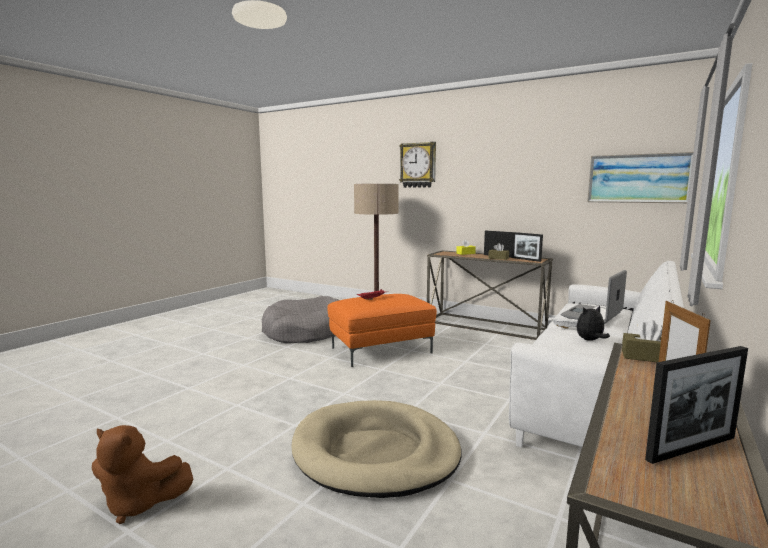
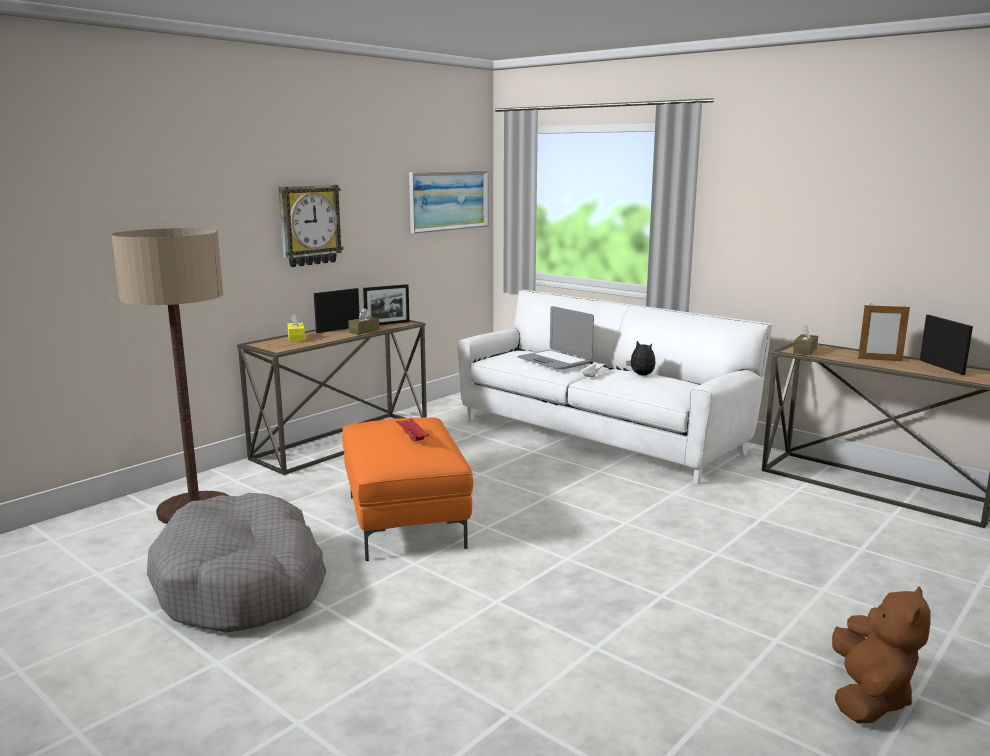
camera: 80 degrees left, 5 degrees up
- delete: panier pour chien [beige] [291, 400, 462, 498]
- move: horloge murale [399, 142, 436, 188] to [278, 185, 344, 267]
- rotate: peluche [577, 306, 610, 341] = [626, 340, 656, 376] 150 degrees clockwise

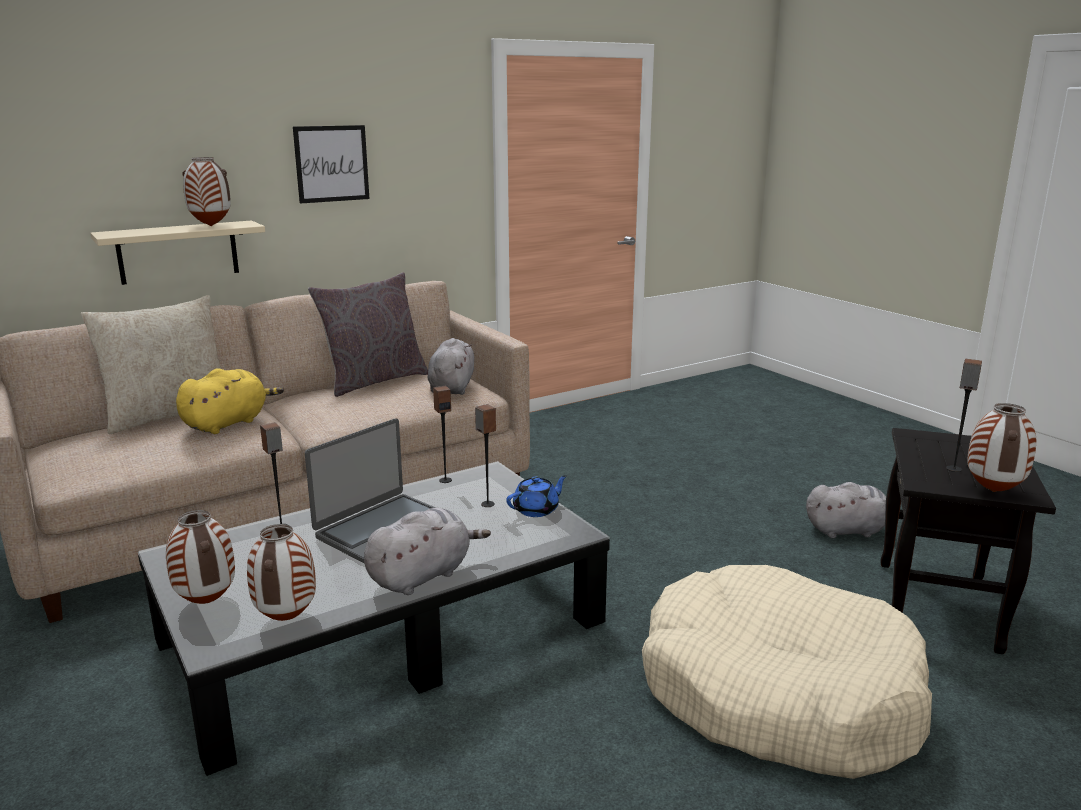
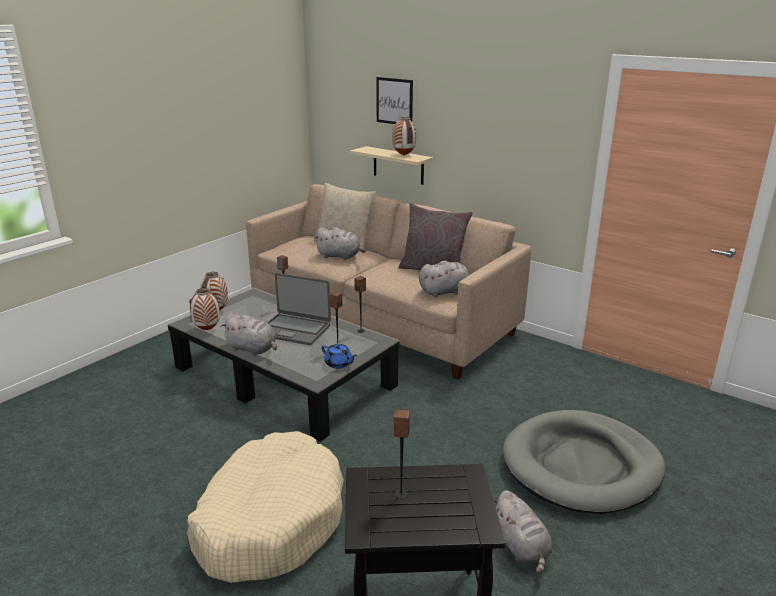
camera: 70 degrees right, 5 degrees up
- delete: vase [967, 403, 1036, 492]
- insert: panier pour chien [gris] [503, 410, 665, 514]
- move: tableau [293, 125, 369, 204] to [376, 77, 413, 124]
- recolor: peluche [jaune] [176, 368, 284, 434] to peluche [gris] [314, 227, 366, 260]

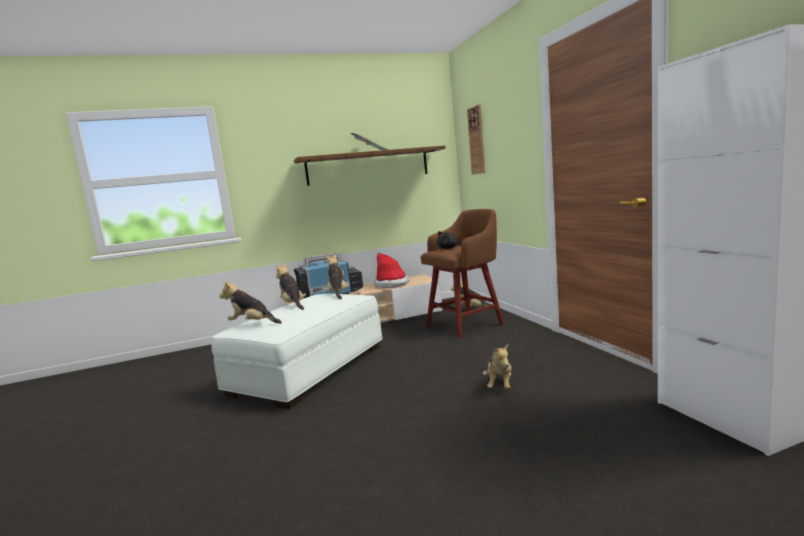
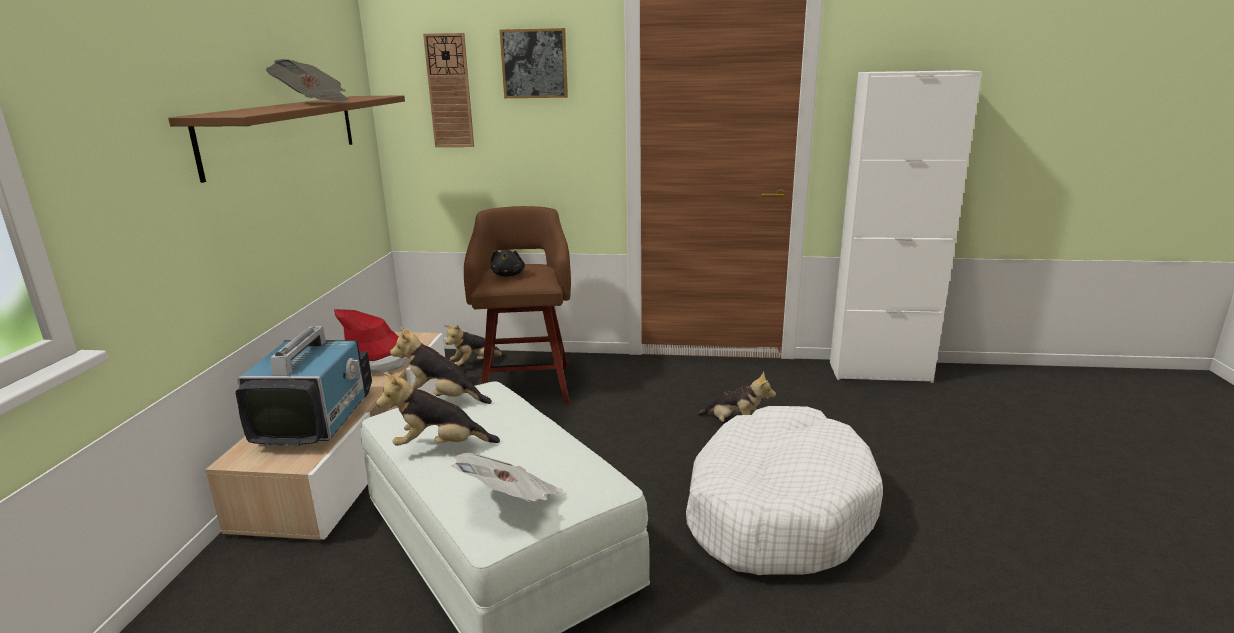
camera: 65 degrees left, 10 degrees up
- insert: tableau [500, 28, 568, 98]
- insert: panier pour chien [blanc] [686, 406, 883, 575]
- replace: peluche [219, 281, 282, 324] to journal [451, 453, 563, 502]

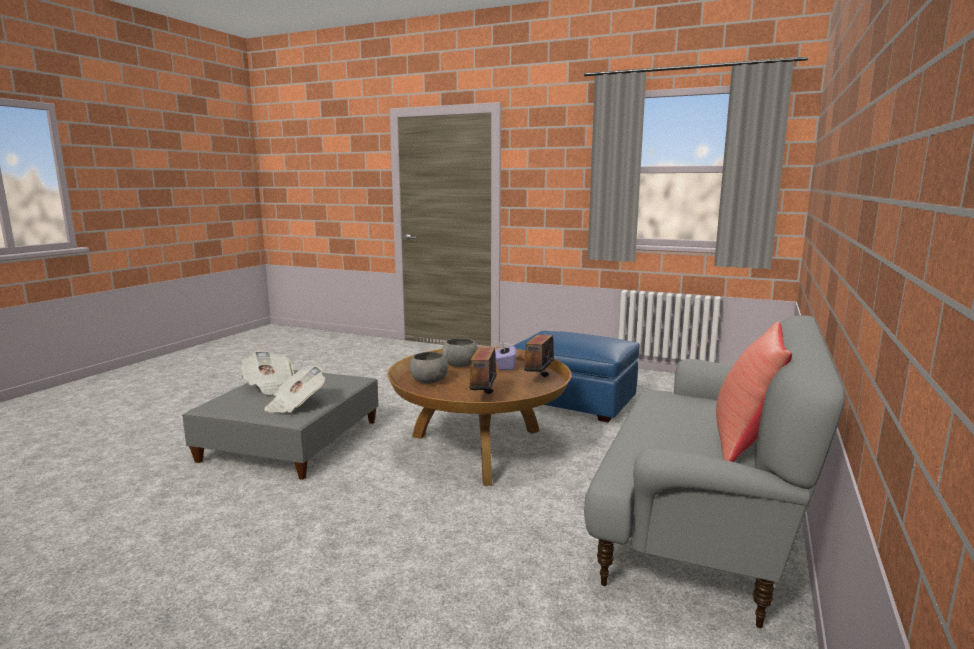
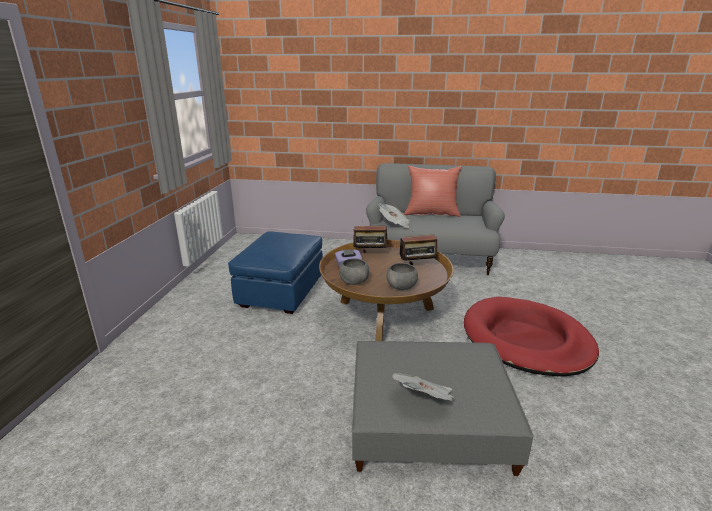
camera: 105 degrees left, 10 degrees up
- insert: panier pour chien [rouge] [464, 297, 599, 376]
- move: journal [264, 366, 325, 413] to [379, 204, 410, 228]

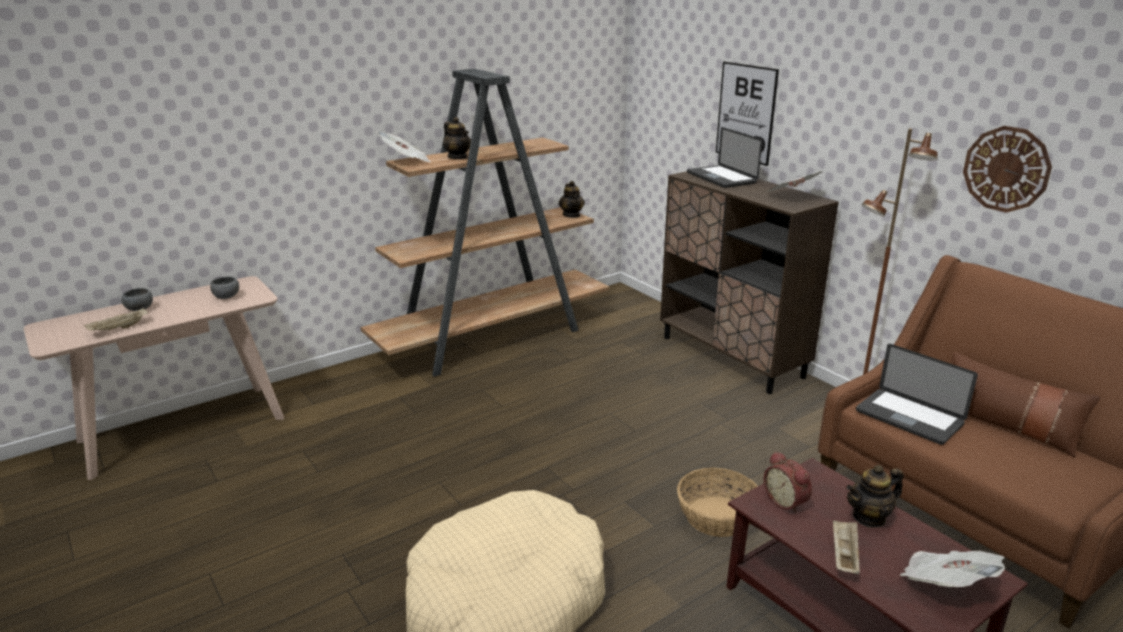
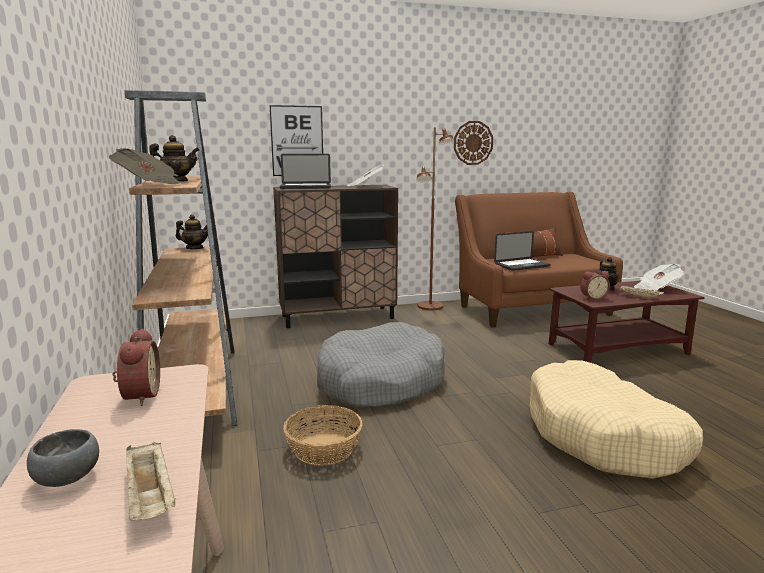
camera: 70 degrees left, 10 degrees down
- insert: panier pour chien [gris] [317, 322, 445, 408]
- move: panier [677, 468, 758, 537] to [283, 405, 363, 465]
- replace: bol [gris] [210, 276, 239, 299] to réveil [113, 329, 160, 406]

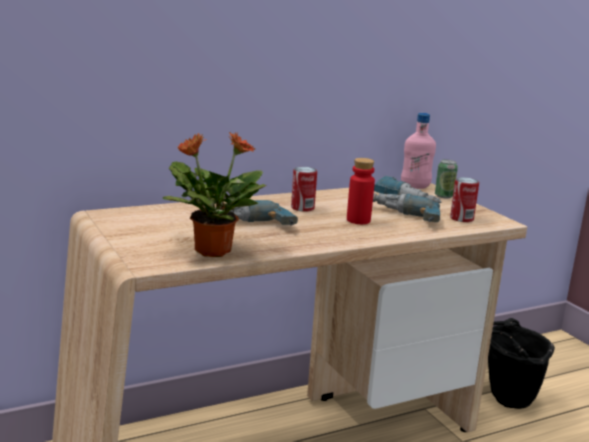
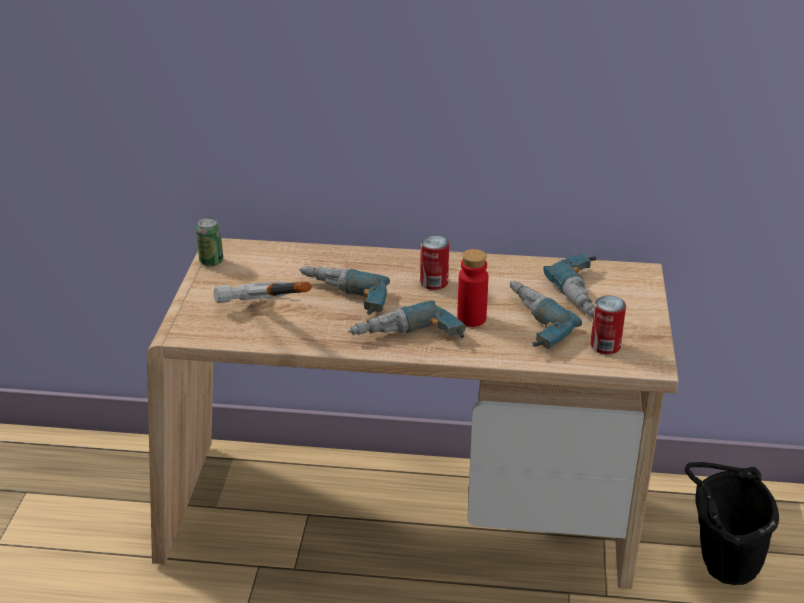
camera: 35 degrees right, 15 degrees up
- delete: bouteille [rose] [401, 113, 436, 189]
- insert: perceuse [348, 301, 466, 338]
- move: boîte métallique [435, 159, 458, 198] to [196, 218, 223, 267]
- replace: plante en pot [162, 132, 266, 257] to marteau [214, 281, 312, 303]

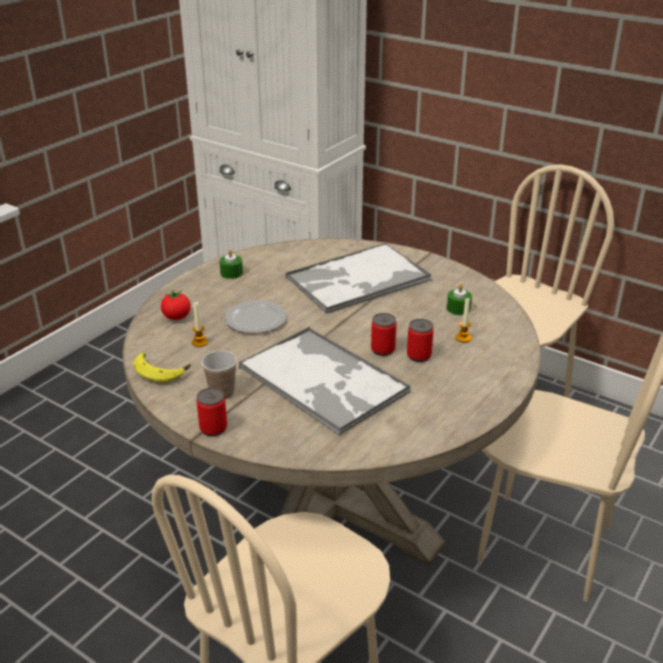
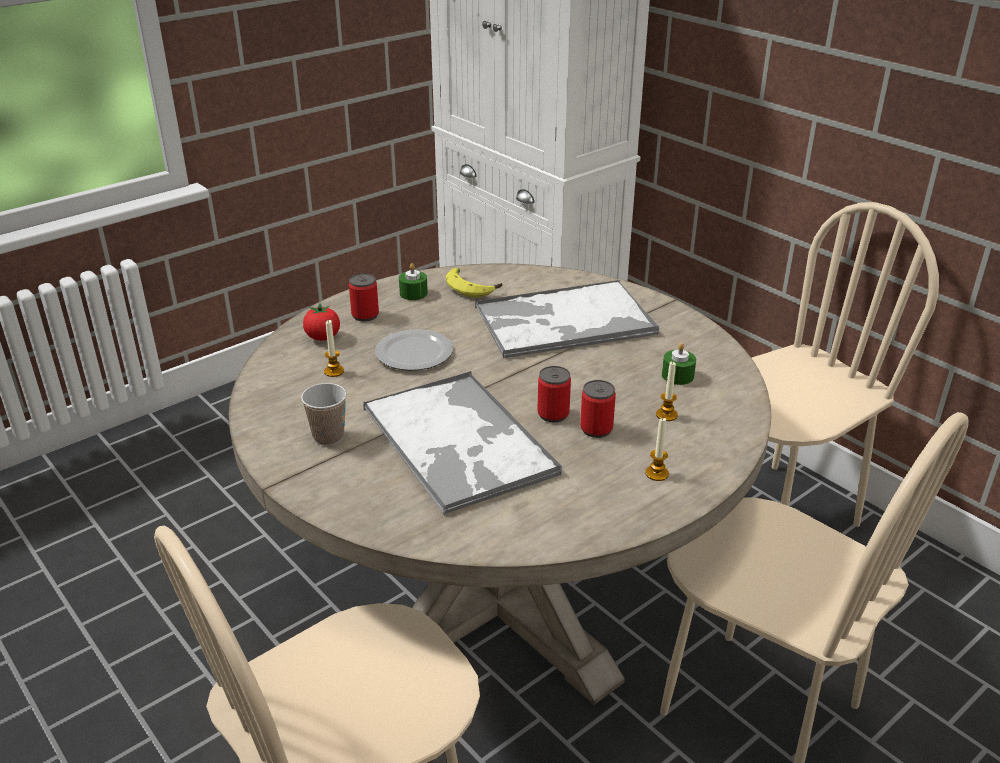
camera: 15 degrees right, 0 degrees up
- insert: bougie [645, 418, 669, 481]
- move: banane [133, 353, 191, 382] to [446, 268, 502, 298]
- move: boîte métallique [196, 388, 227, 436] to [349, 273, 379, 322]

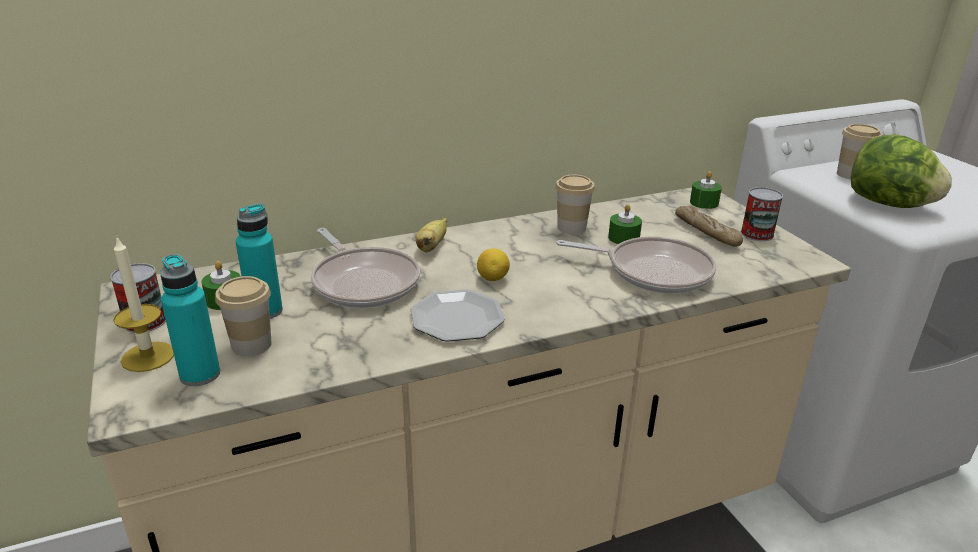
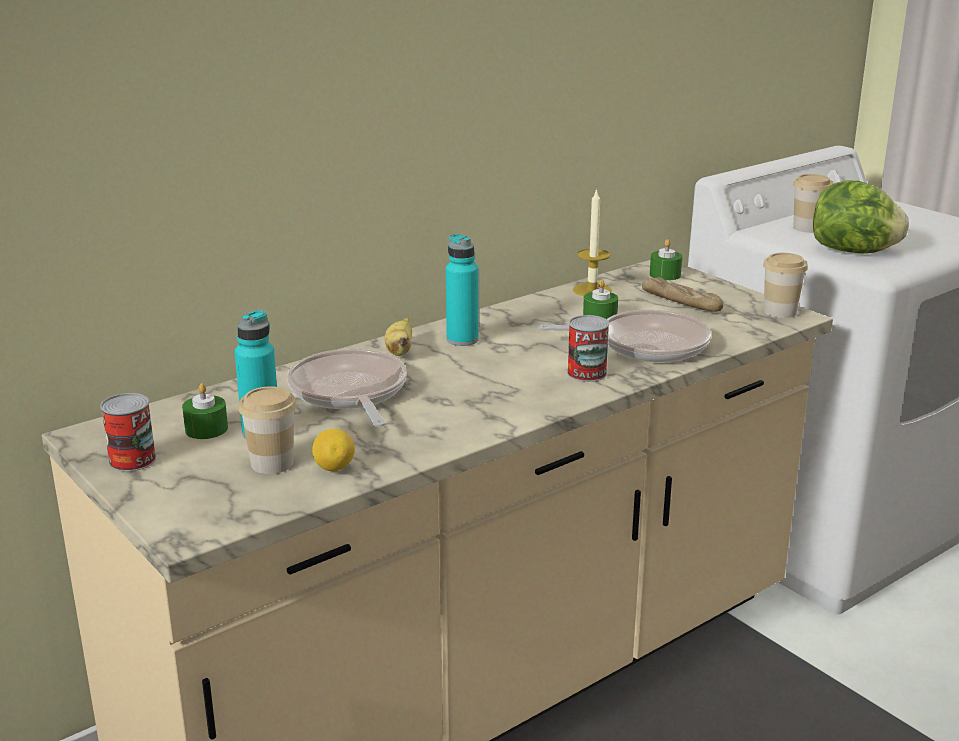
camera: 15 degrees left, 5 degrees down
- delete: assiette [411, 289, 505, 342]
- move: bougie [113, 236, 174, 372] to [573, 188, 612, 296]
- move: bouteille [turquoise] [160, 254, 220, 386] to [446, 234, 479, 346]
- move: citron [477, 249, 510, 281] to [312, 429, 355, 471]
- move: tasse [555, 175, 595, 234] to [763, 253, 808, 318]
- move: boîte métallique [741, 187, 783, 241] to [567, 315, 609, 382]
- rotate: poêle [311, 228, 420, 308] = [287, 349, 407, 427] 150 degrees counterclockwise

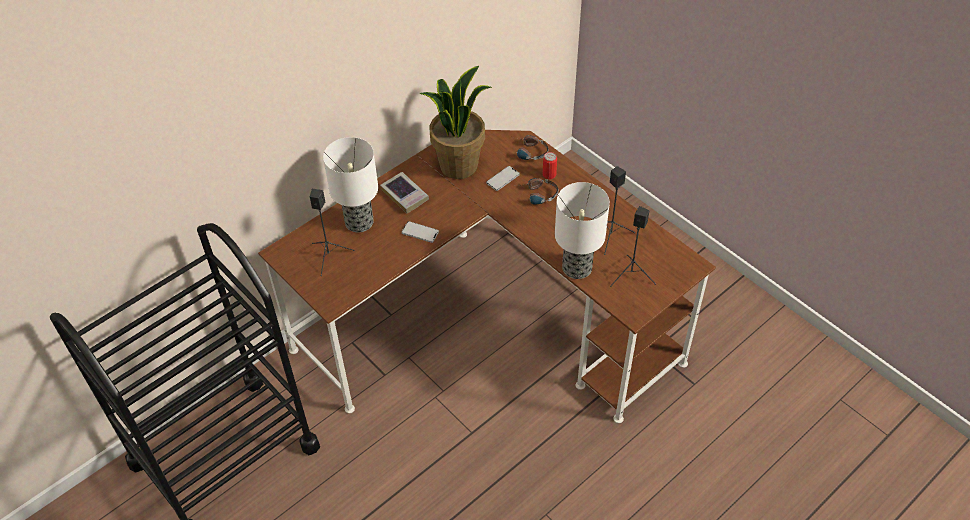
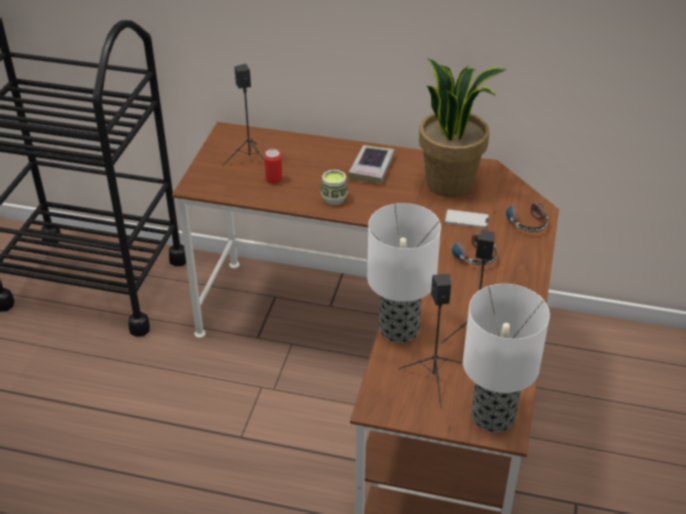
camera: 55 degrees right, 10 degrees down
- move: lampe de table [323, 137, 378, 233] to [463, 284, 550, 432]
- move: boîte métallique [543, 152, 557, 179] to [264, 149, 282, 184]
- replace: téléphone [402, 221, 439, 243] to tasse [321, 170, 348, 205]

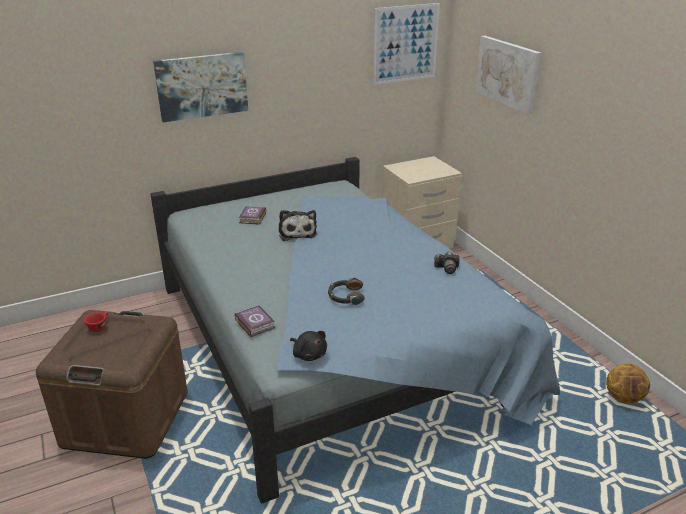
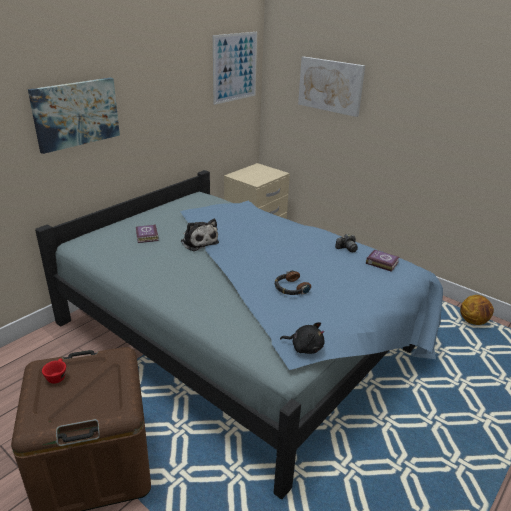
camera: 25 degrees left, 0 degrees up
- move: livre [234, 306, 275, 337] to [366, 250, 399, 272]

